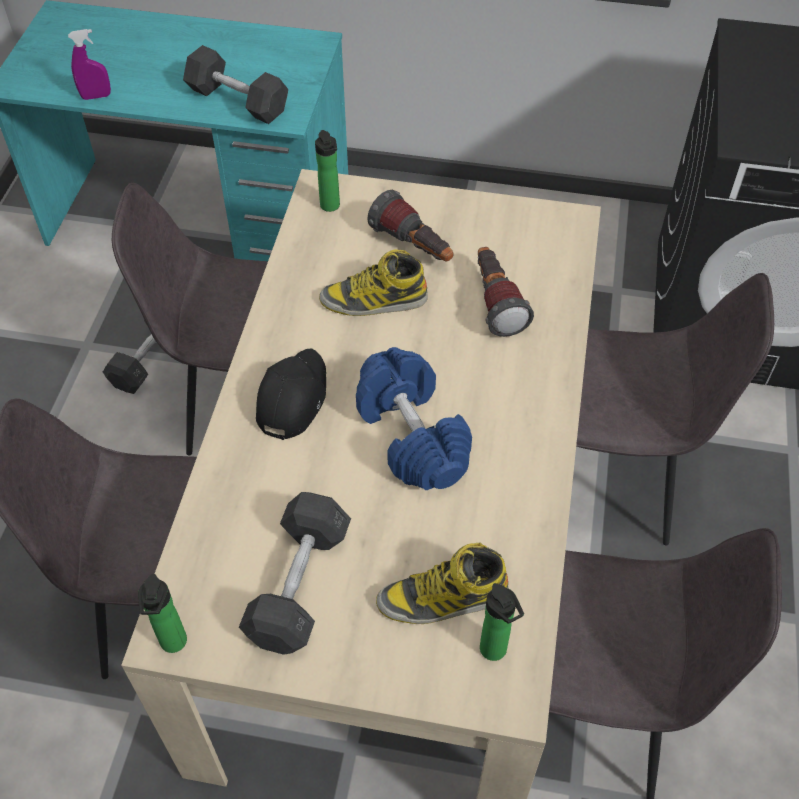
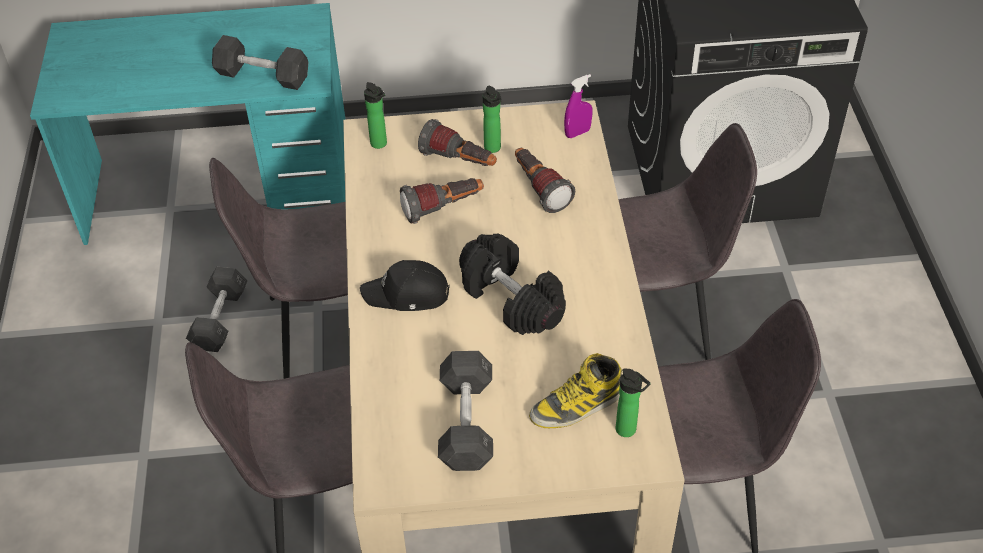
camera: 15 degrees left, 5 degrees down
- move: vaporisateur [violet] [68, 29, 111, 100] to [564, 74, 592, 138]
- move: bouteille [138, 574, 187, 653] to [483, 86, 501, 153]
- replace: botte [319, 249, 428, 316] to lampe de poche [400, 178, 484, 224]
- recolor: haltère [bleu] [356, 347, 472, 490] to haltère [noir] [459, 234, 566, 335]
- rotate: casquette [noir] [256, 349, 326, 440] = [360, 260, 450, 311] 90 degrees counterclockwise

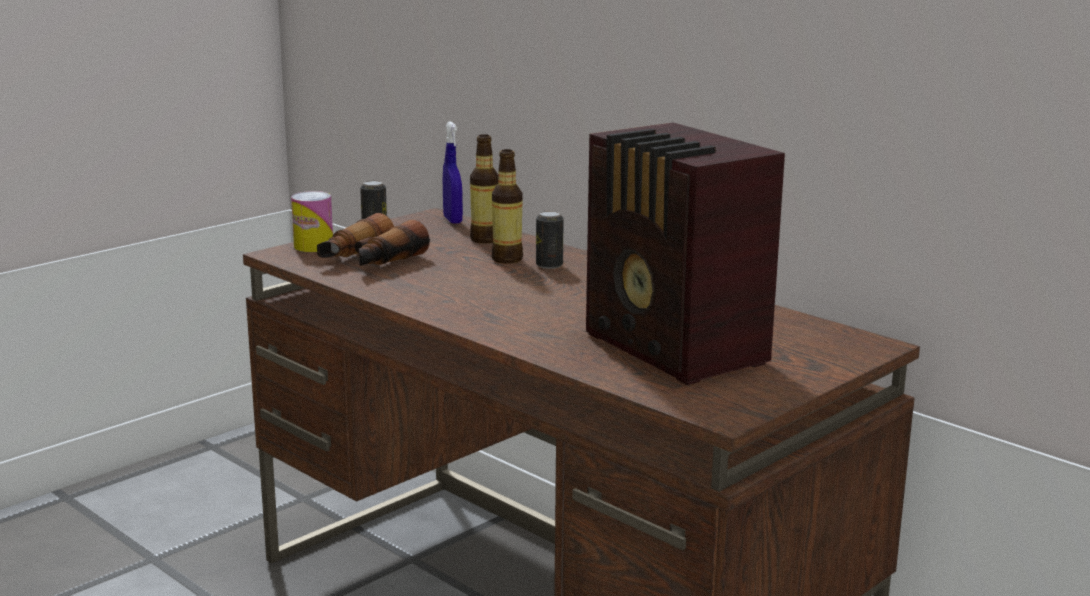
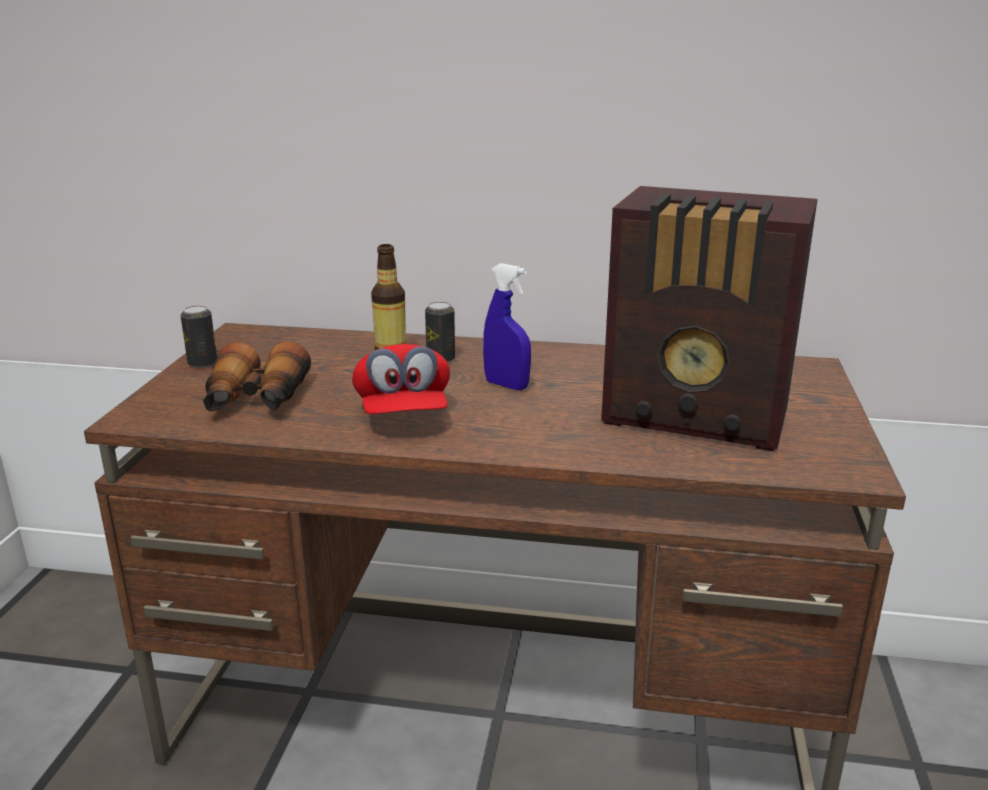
camera: 35 degrees left, 5 degrees up
- delete: boîte métallique [291, 191, 333, 252]
- delete: bouteille [470, 134, 498, 244]
- insert: casquette [rouge] [352, 344, 450, 414]
- move: vaporisateur [bleu] [443, 122, 463, 224] to [483, 263, 531, 390]

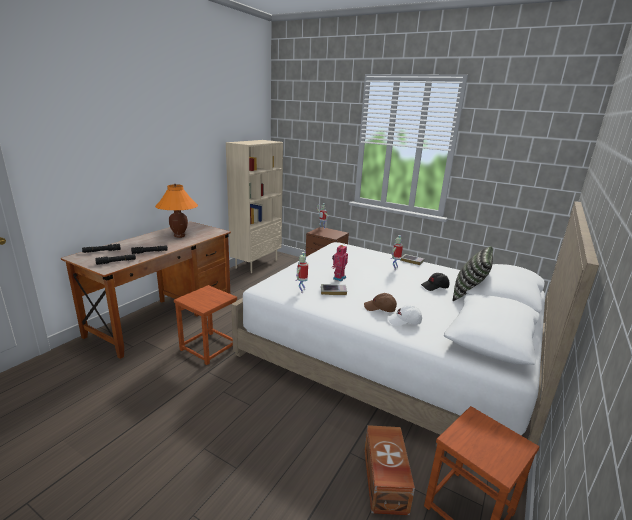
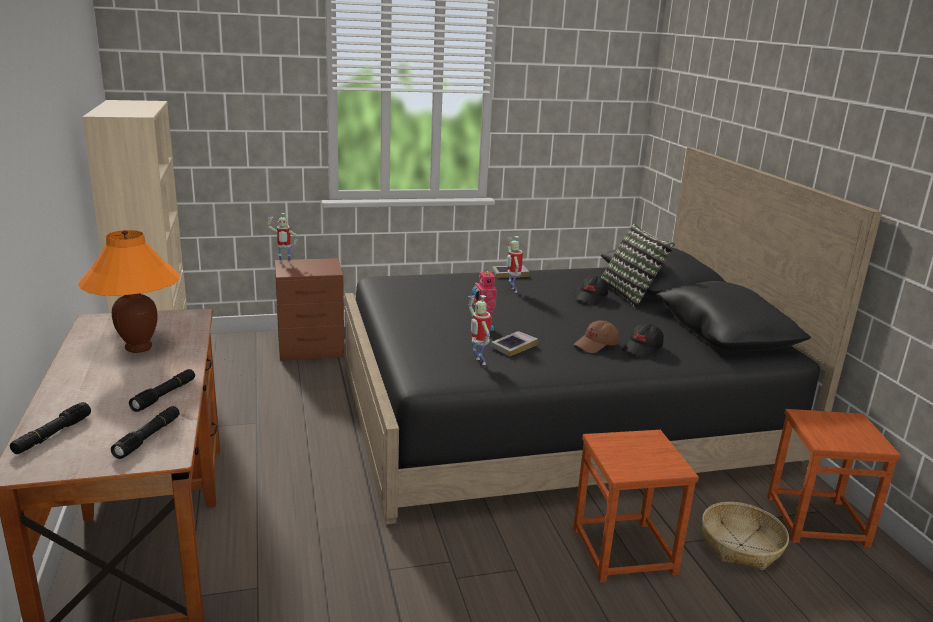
camera: 45 degrees left, 0 degrees up
- move: tabouret [marron] [174, 285, 237, 365] to [573, 430, 699, 582]
- replace: boîte de rangement [marron] [364, 425, 415, 515] to panier [702, 502, 789, 570]
- recolor: lit [blanc] [231, 201, 599, 445] to lit [noir] [345, 148, 882, 525]
- recolor: casquette [blanc] [387, 304, 422, 326] to casquette [noir] [622, 324, 664, 358]

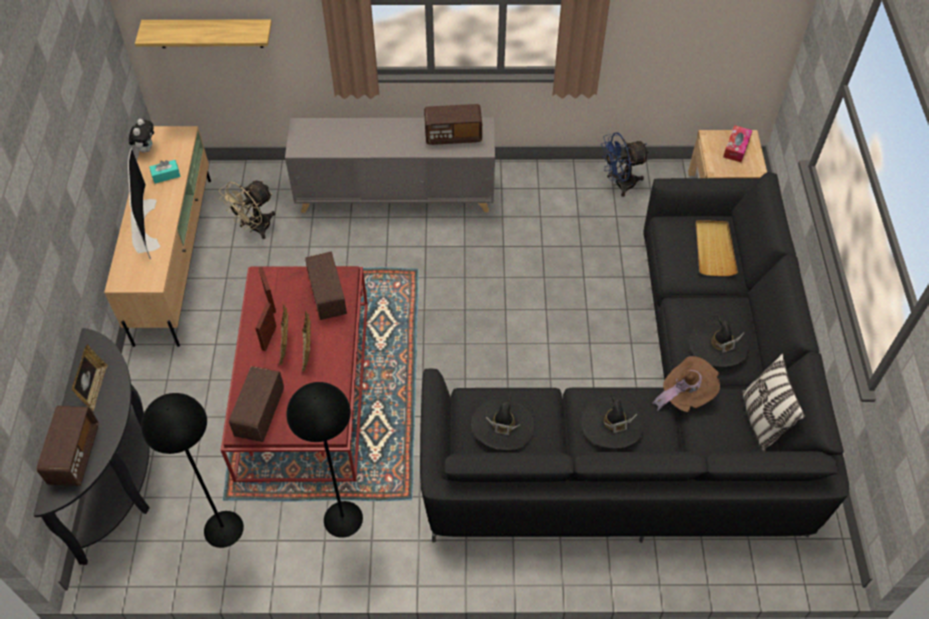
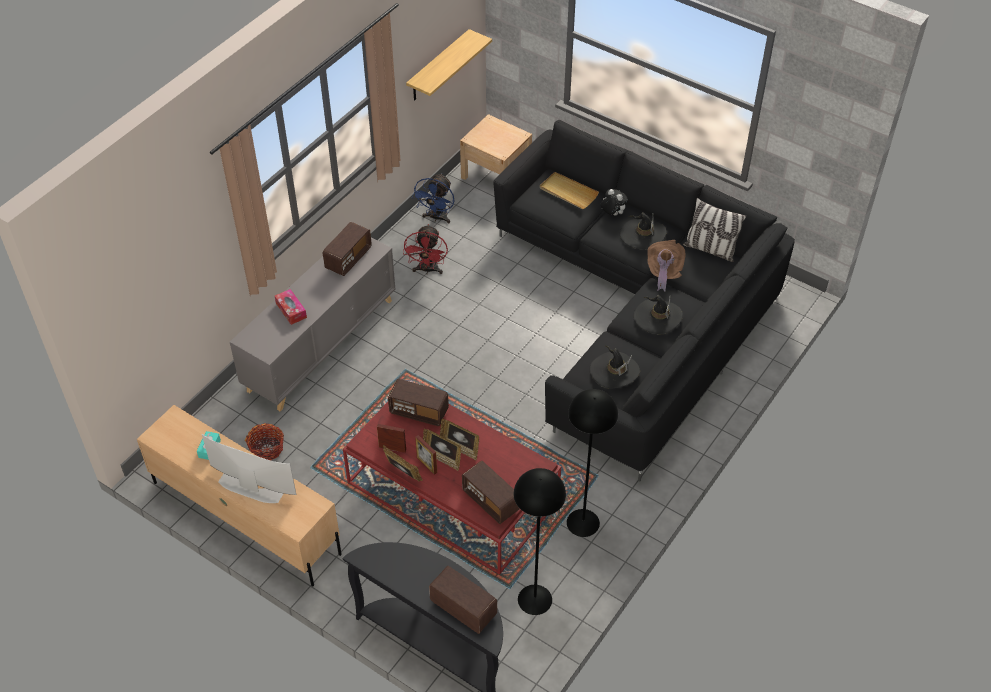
camera: 55 degrees left, 5 degrees down
- insert: ventilateur [rouge] [403, 224, 448, 274]
- move: cadre photo [72, 344, 108, 411] to [383, 445, 423, 482]
- move: peluche [129, 119, 154, 153] to [600, 189, 628, 216]
- move: étagère [135, 20, 272, 48] to [406, 29, 492, 100]
- move: boîte à mouchoirs [723, 125, 753, 162] to [275, 289, 307, 325]
- replace: ventilateur [beige] [219, 180, 275, 239] to panier [245, 423, 284, 460]

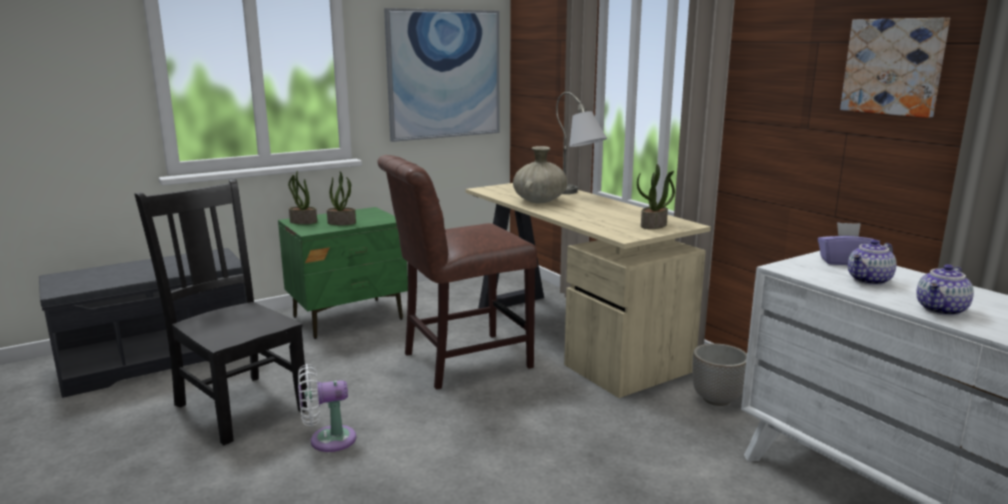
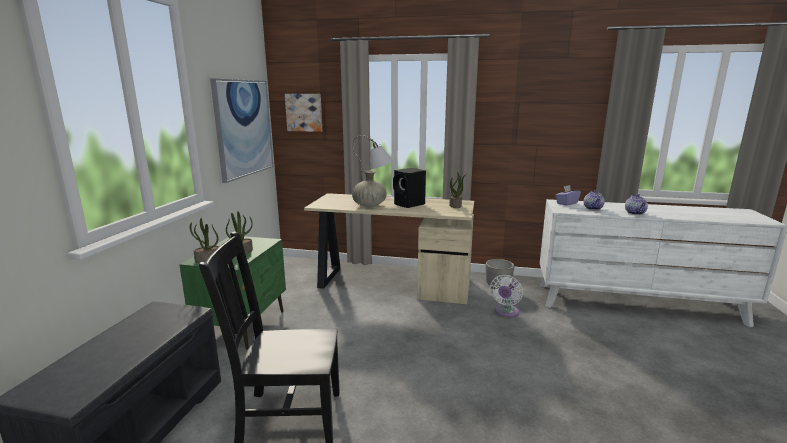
camera: 45 degrees left, 0 degrees up
- delete: chaise [marron] [377, 155, 537, 390]
- insert: enceinte [noir] [393, 168, 426, 208]
- move: ventilateur [blanc] [298, 364, 356, 452] to [490, 275, 523, 317]
- move: tableau [840, 18, 950, 118] to [285, 94, 322, 132]

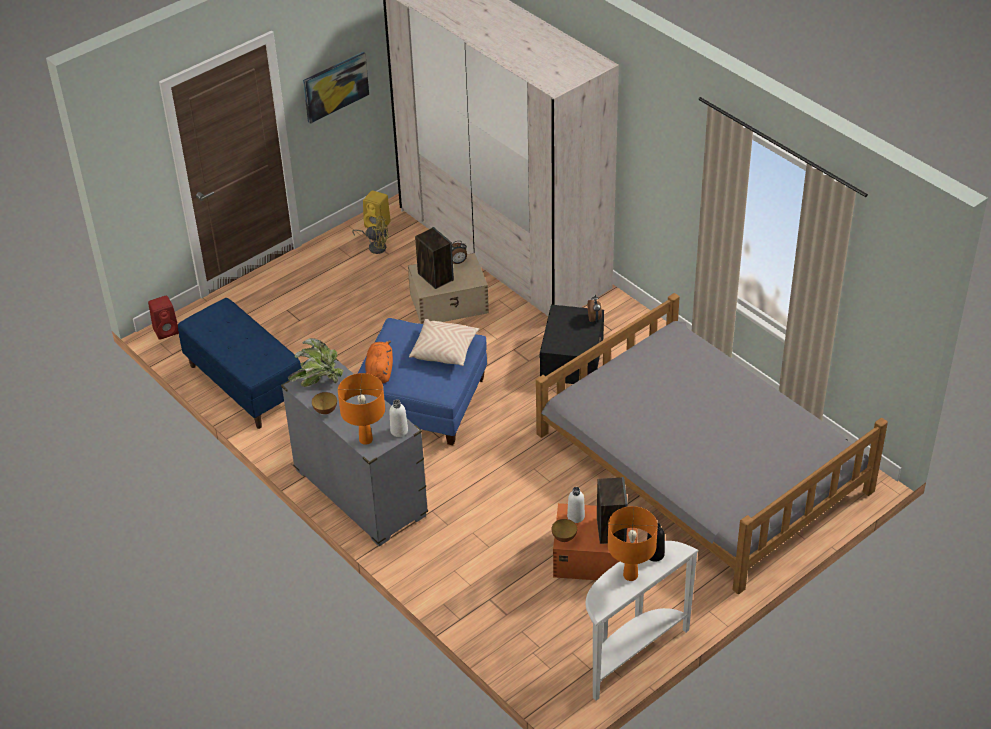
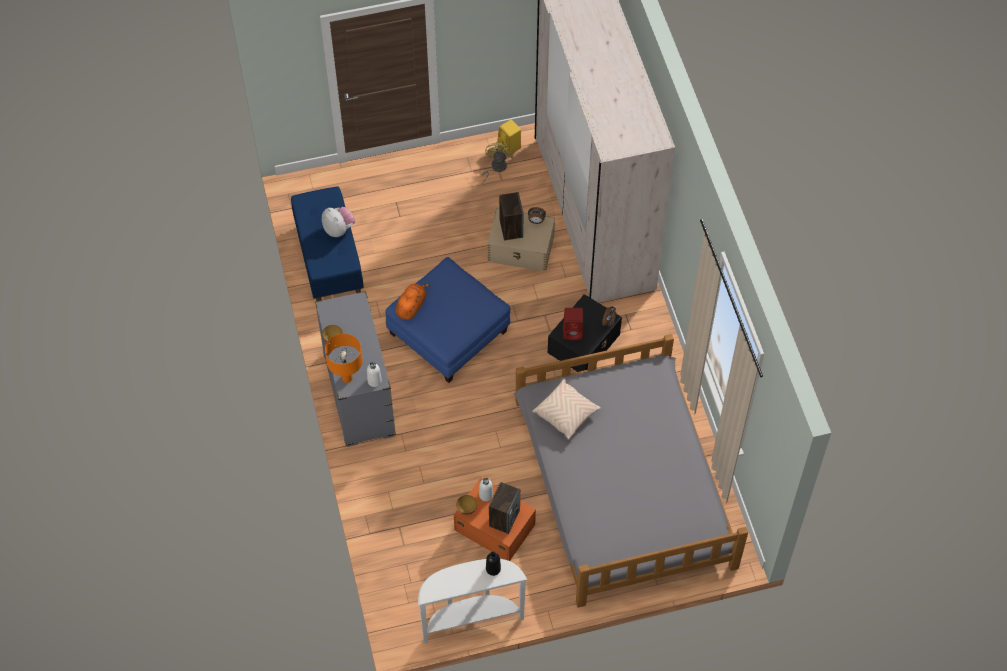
camera: 25 degrees right, 15 degrees up
- delete: plante en pot [288, 338, 344, 387]
- delete: tableau [303, 52, 369, 124]
- delete: lampe de table [orange] [608, 506, 658, 581]
- insert: peluche [322, 207, 355, 237]
- move: enceinte [rouge] [148, 295, 179, 340] to [563, 308, 583, 340]
- move: coussin [beige] [409, 319, 480, 366] to [532, 379, 601, 439]
- rotate: ventilateur [jaune] [352, 216, 388, 254] = [482, 141, 514, 184] 120 degrees counterclockwise

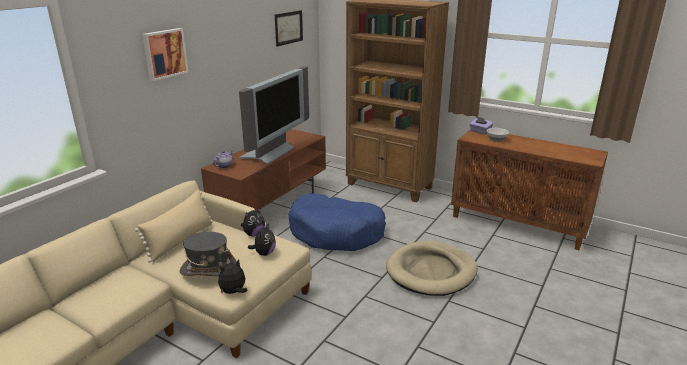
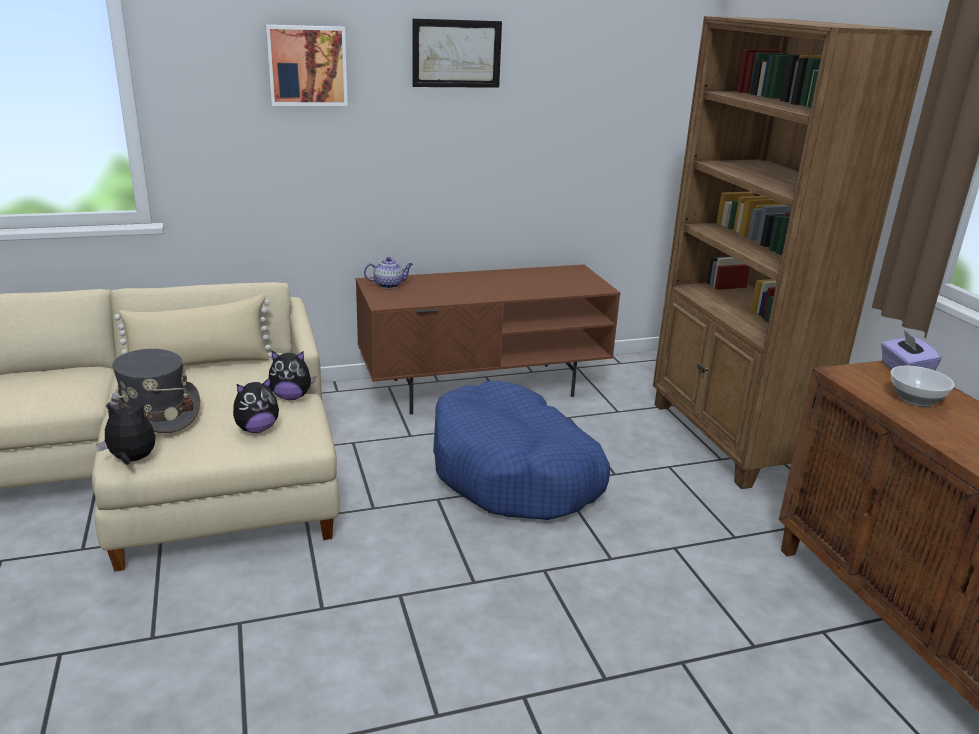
camera: 40 degrees right, 0 degrees up
- delete: téléviseur [239, 66, 309, 165]
- delete: panier pour chien [beige] [386, 241, 477, 296]
- move: tableau [275, 10, 303, 47] to [413, 18, 502, 88]

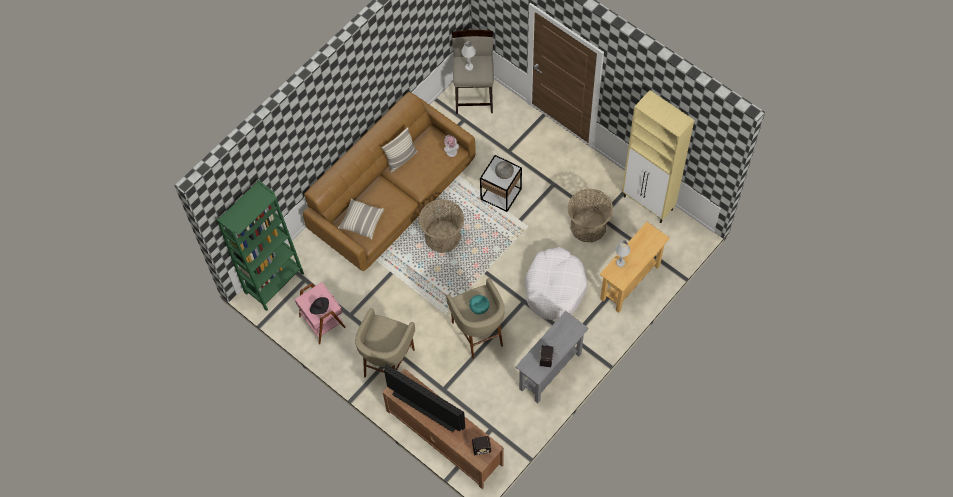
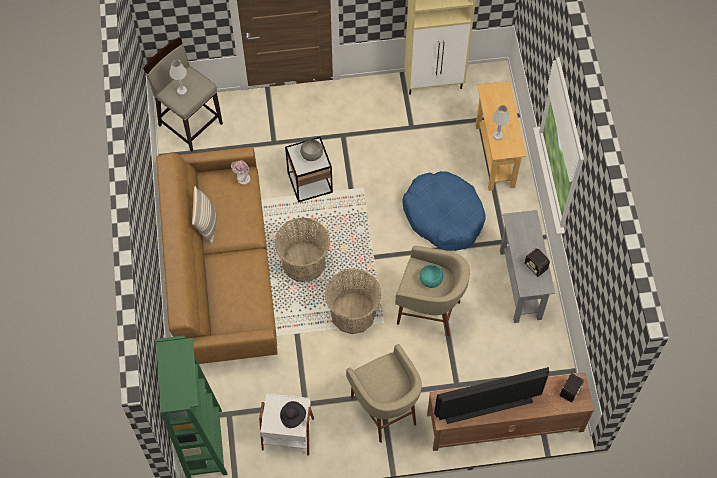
camera: 50 degrees left, 0 degrees up
- delete: coussin [338, 199, 384, 240]
- move: panier [568, 189, 613, 242] to [325, 269, 381, 334]
- recolor: table d'appoint [rose] [295, 282, 346, 345] to table d'appoint [blanc] [259, 393, 314, 456]
- recolor: panier pour chien [blanc] [525, 247, 588, 320] to panier pour chien [bleu] [403, 171, 486, 251]

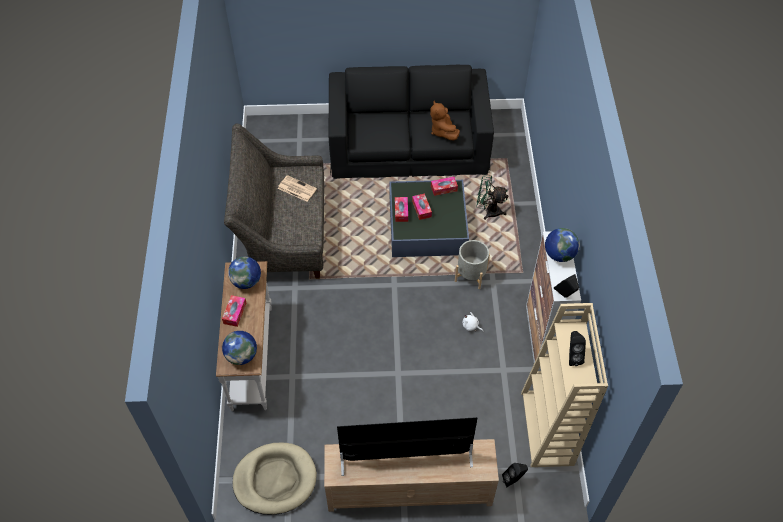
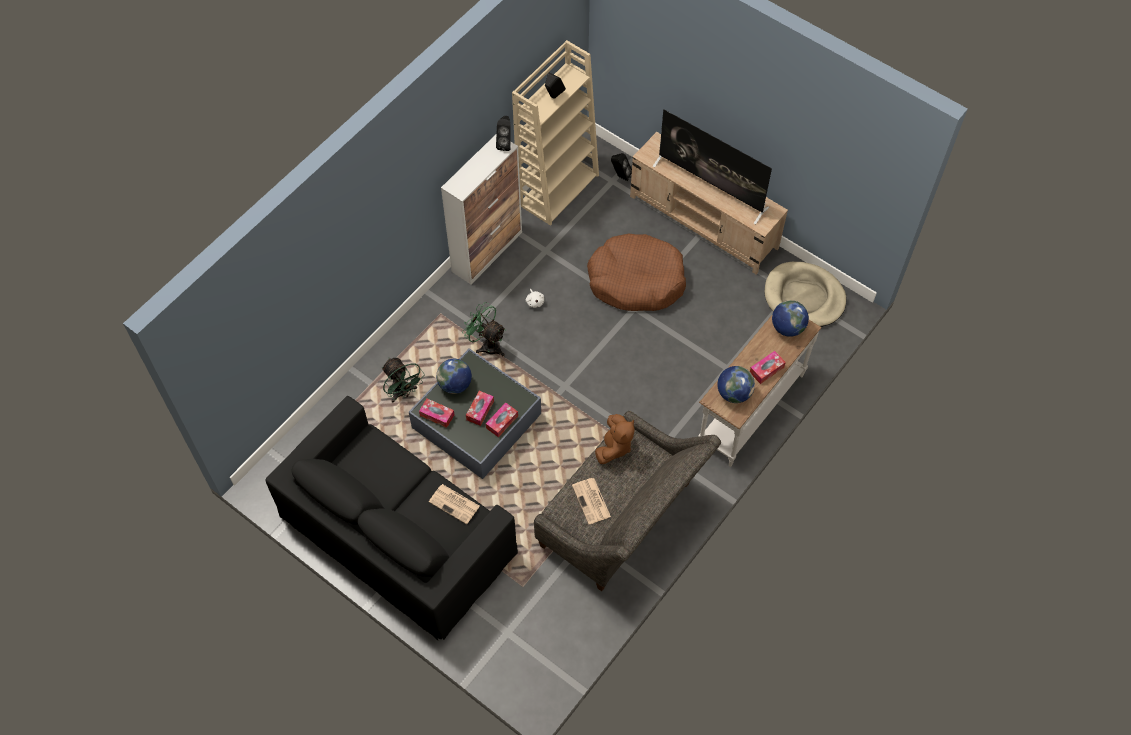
camera: 140 degrees left, 5 degrees up
- insert: journal [429, 484, 480, 524]
- insert: panier pour chien [marron] [587, 234, 686, 311]
- move: peluche [marron] [430, 101, 460, 141] to [595, 414, 635, 464]
- move: globe [545, 228, 580, 262] to [436, 359, 472, 394]
- replace: cache-pot [gris] [455, 240, 490, 289] to ventilateur [vert] [462, 302, 506, 357]

